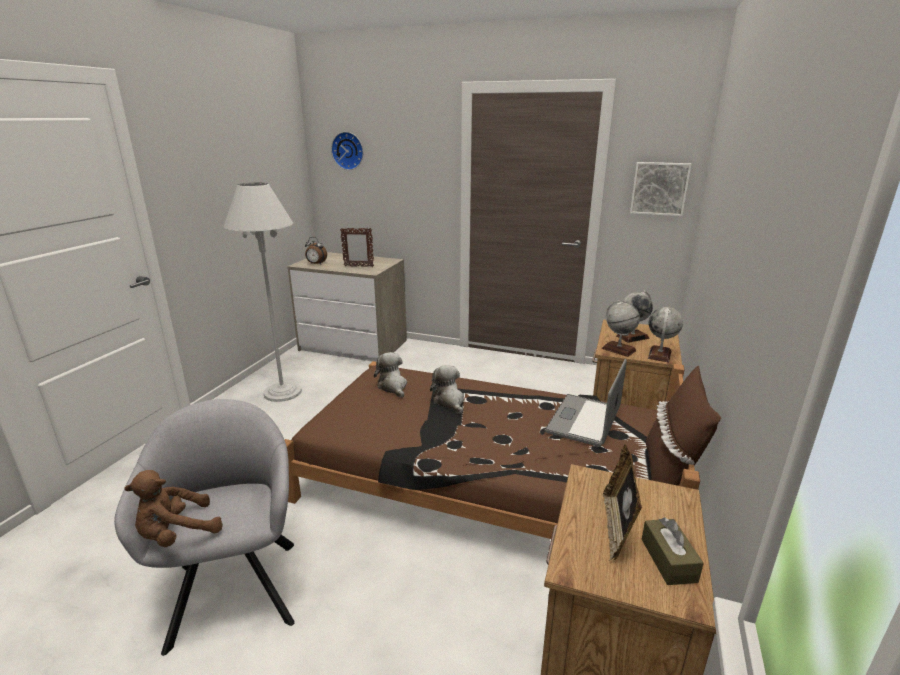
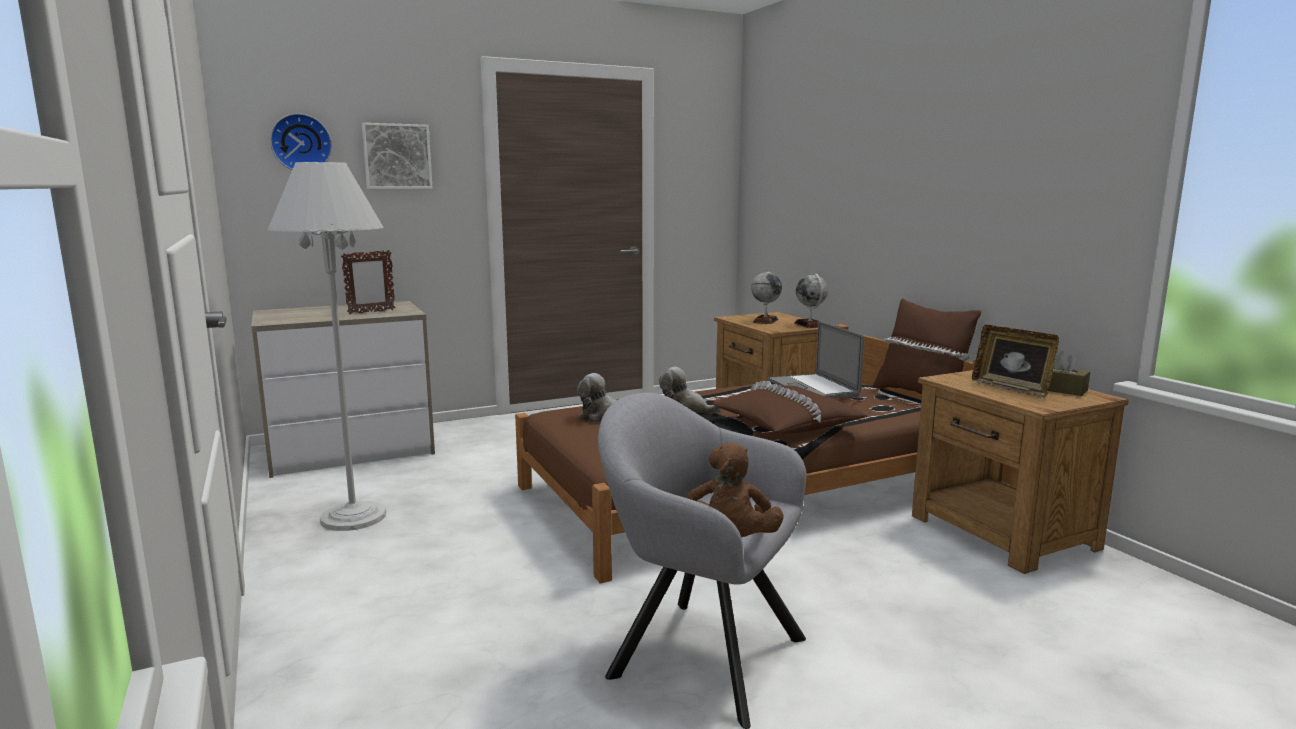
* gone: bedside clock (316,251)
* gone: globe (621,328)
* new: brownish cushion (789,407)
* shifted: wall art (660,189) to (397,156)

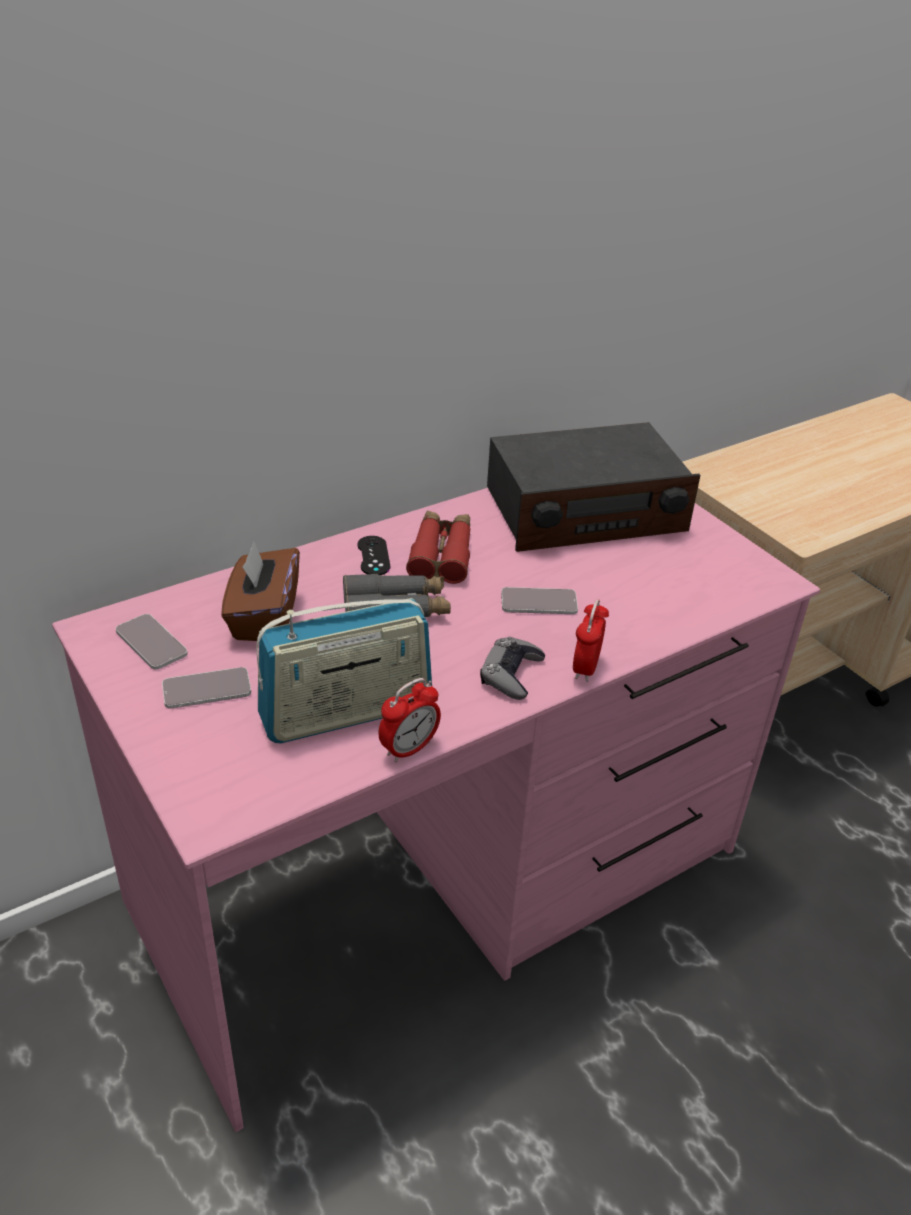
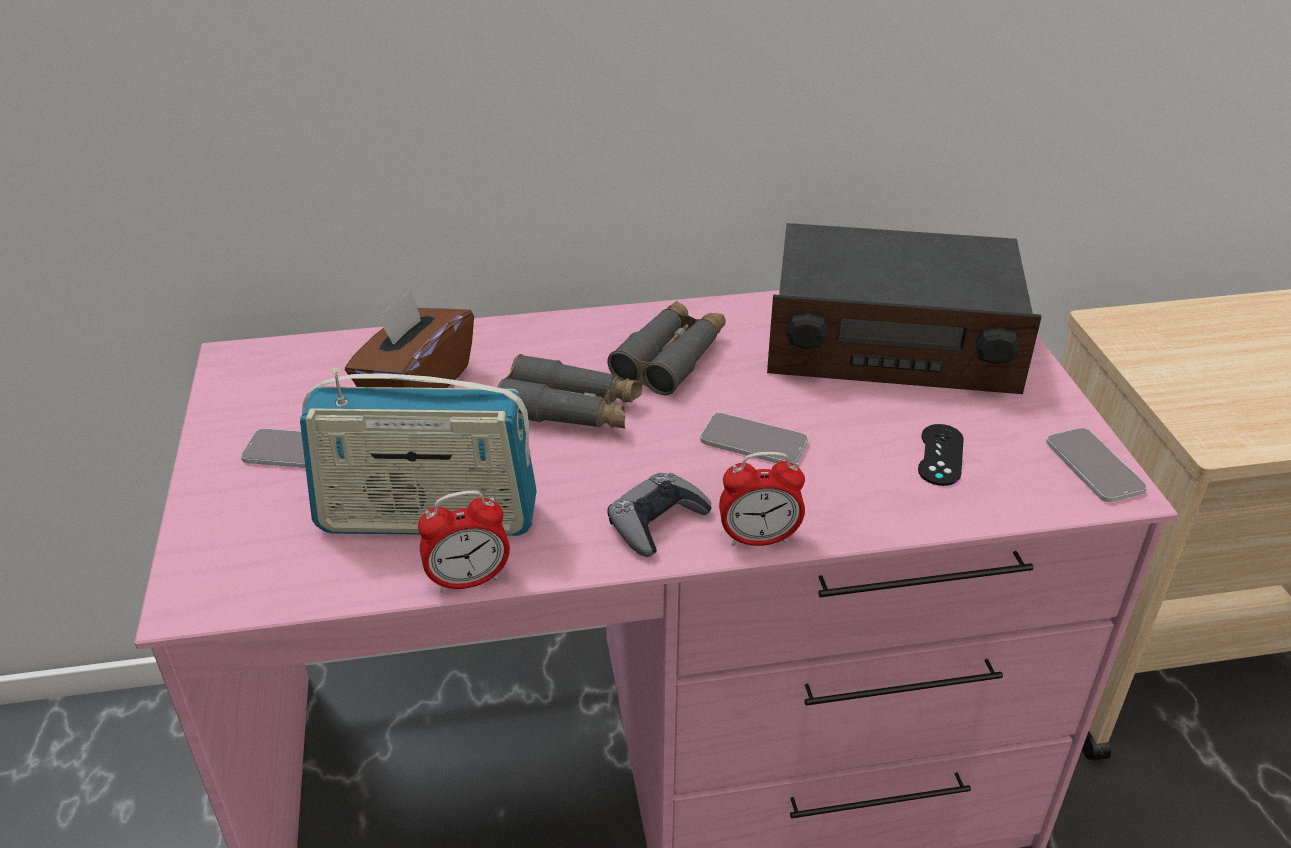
* shifted: handset (151,642) to (1096,465)
* shifted: black joypad (373,555) to (941,455)
* repainted: red pair of binoculars (438,547) to grey pair of binoculars (666,348)
* rotated: bedside clock (591,640) = (762,499) 135 degrees counterclockwise

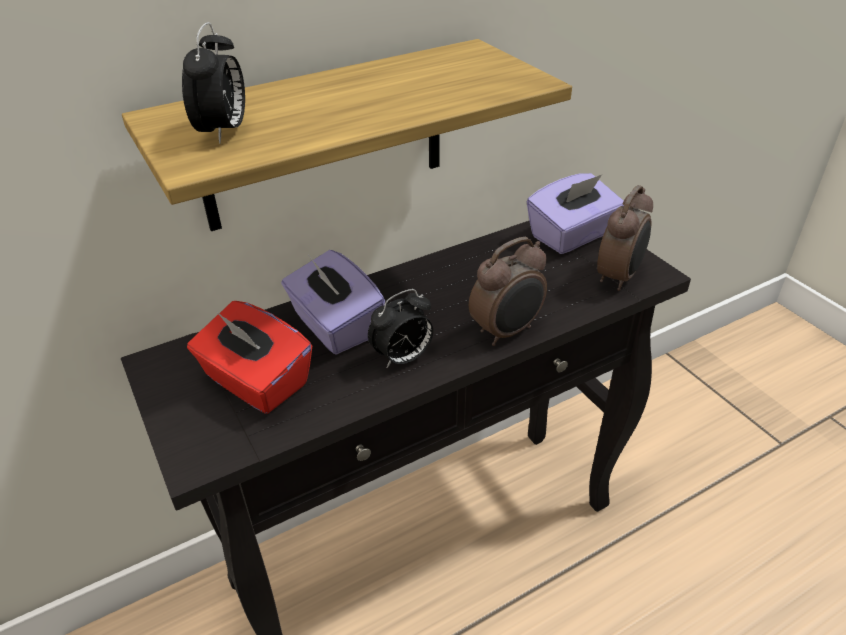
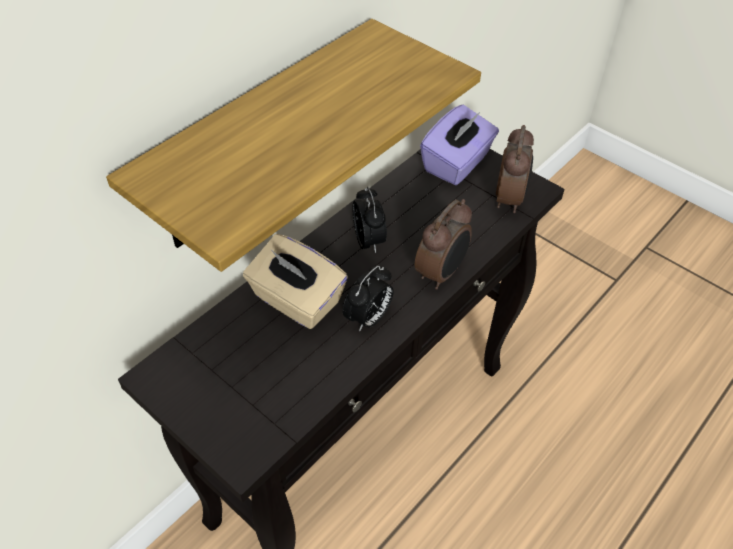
* gone: red box of tissues (249,357)
* shifted: bedside clock (213,83) to (369,220)
* repainted: purple box of tissues (333,302) to sand-coloured box of tissues (295,281)

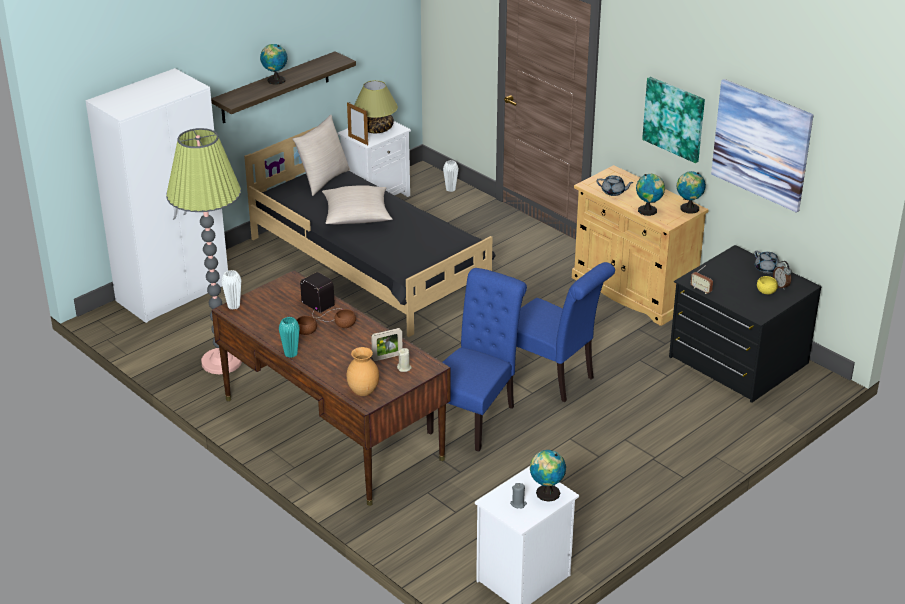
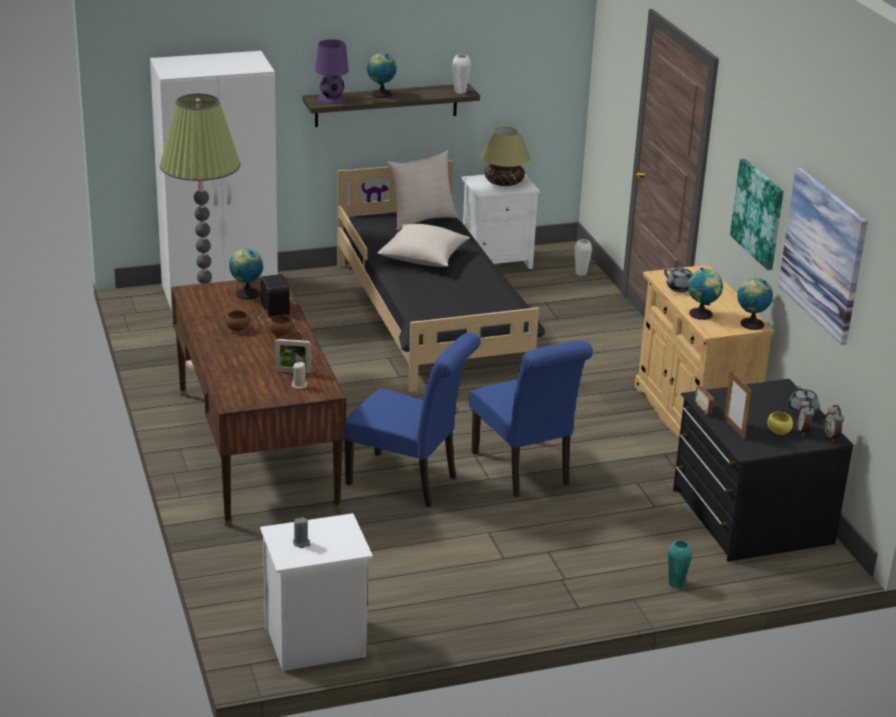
* gone: brownish flower vase (362,371)
* new: purple lamp for a table (332,71)
* new: bedside clock (833,423)
* shifted: whitish flower vase (231,290) to (461,74)
* shifted: turquoise flower vase (289,337) to (680,564)
* shifted: photo frame (357,123) to (738,404)
* shifted: globe (548,476) to (246,273)
* rotated: blue plain chair (476,360) = (413,420) 60 degrees clockwise

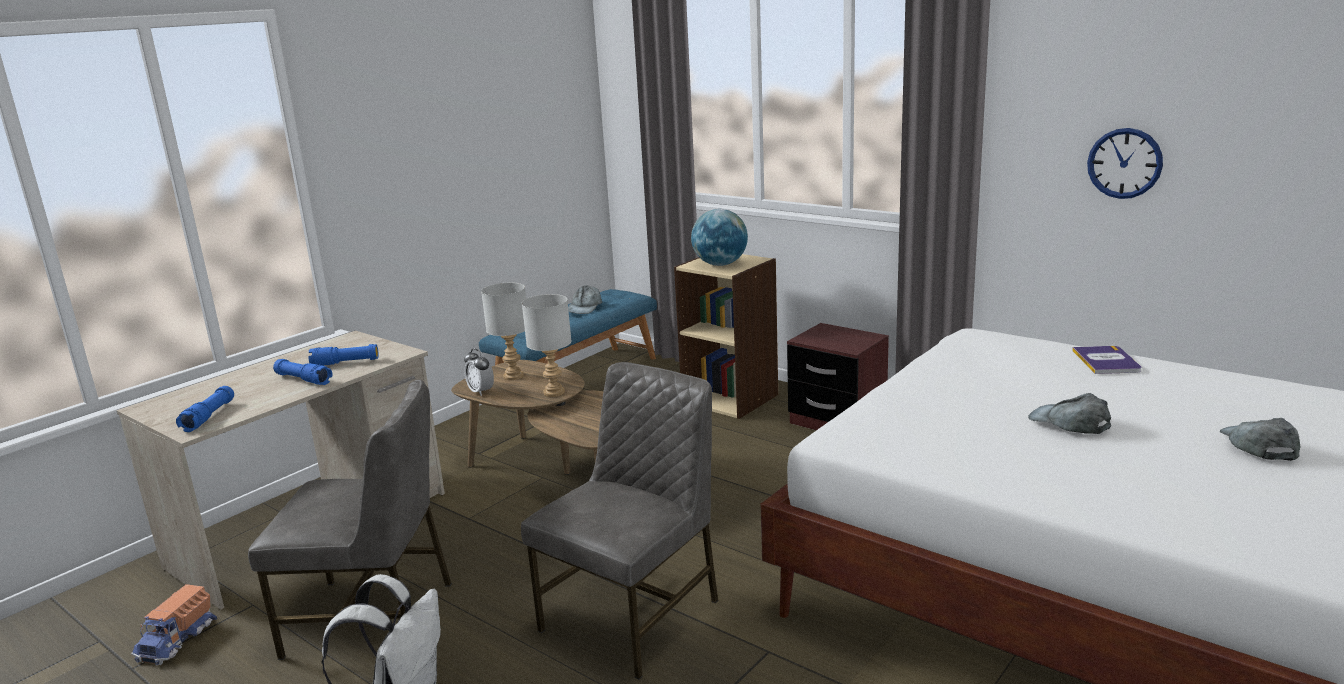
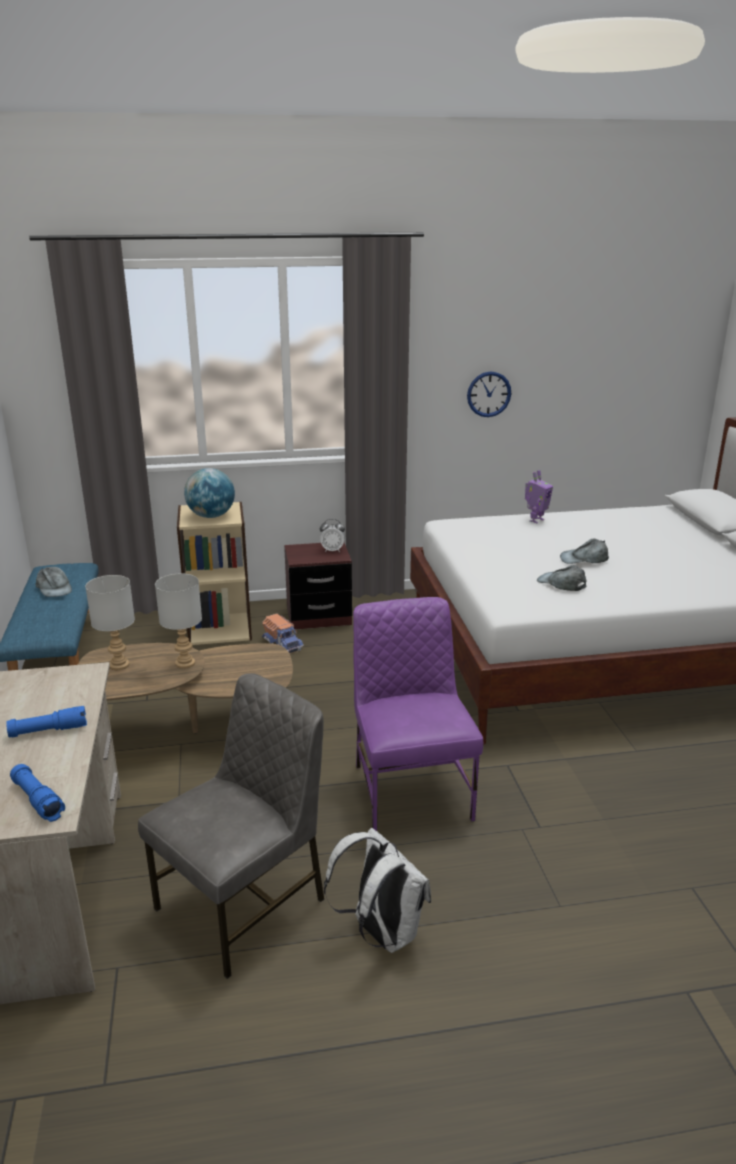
* gone: blue flashlight (343,354)
* shifted: model truck (174,624) to (283,634)
* shifted: bedside clock (479,372) to (332,535)
* shifted: grey peaked cap (1260,439) to (562,578)
* swapped: bound book (1106,360) to robot figure (539,496)
* repainted: grey plain chair (620,520) to purple plain chair (418,714)

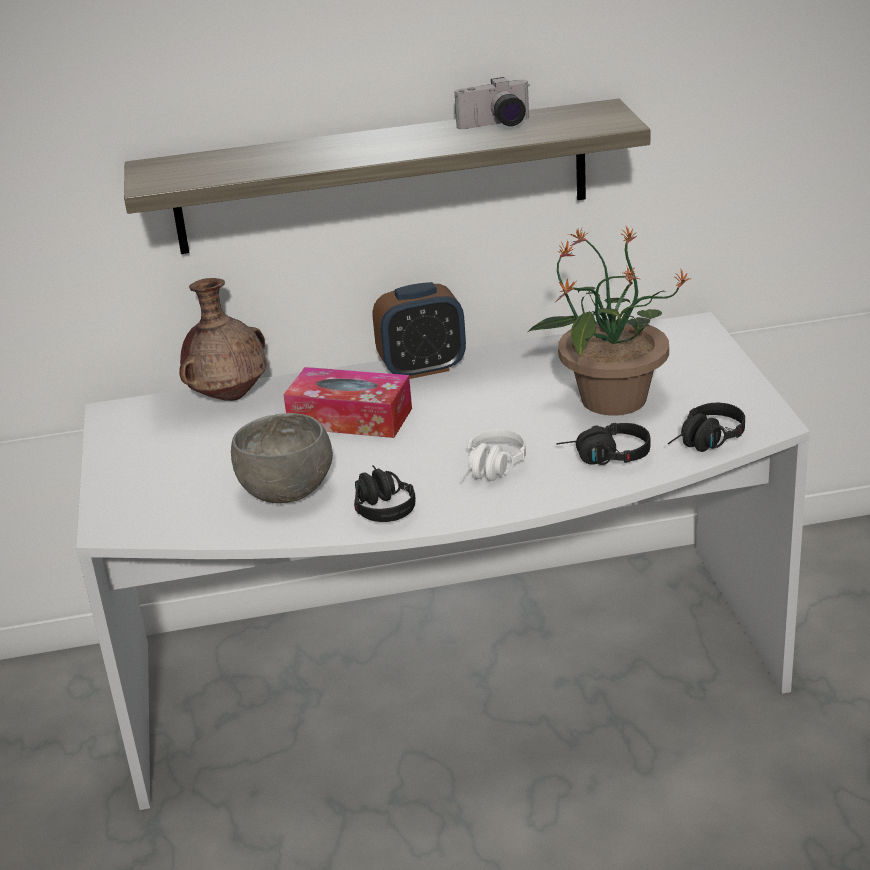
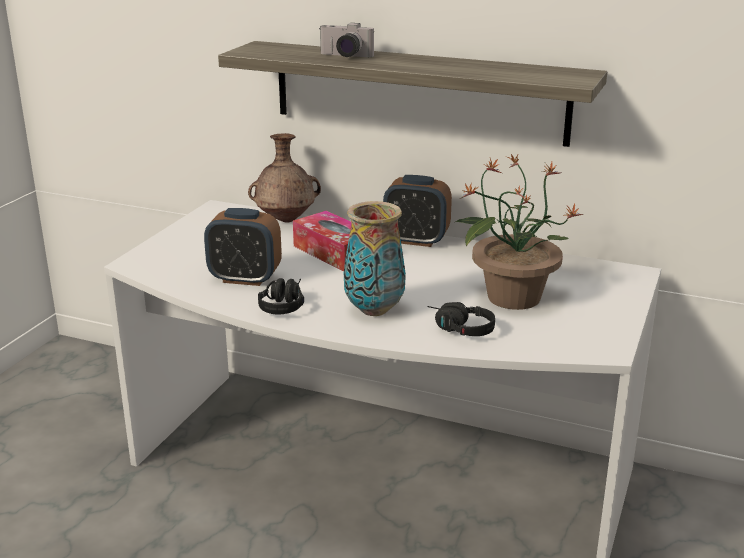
* gone: black headset (706,427)
* shifted: still camera (492,103) to (346,40)
* swapped: grey bowl (282,458) to bedside clock (243,247)
* swapped: whitish headset (493,455) to flower vase (375,258)

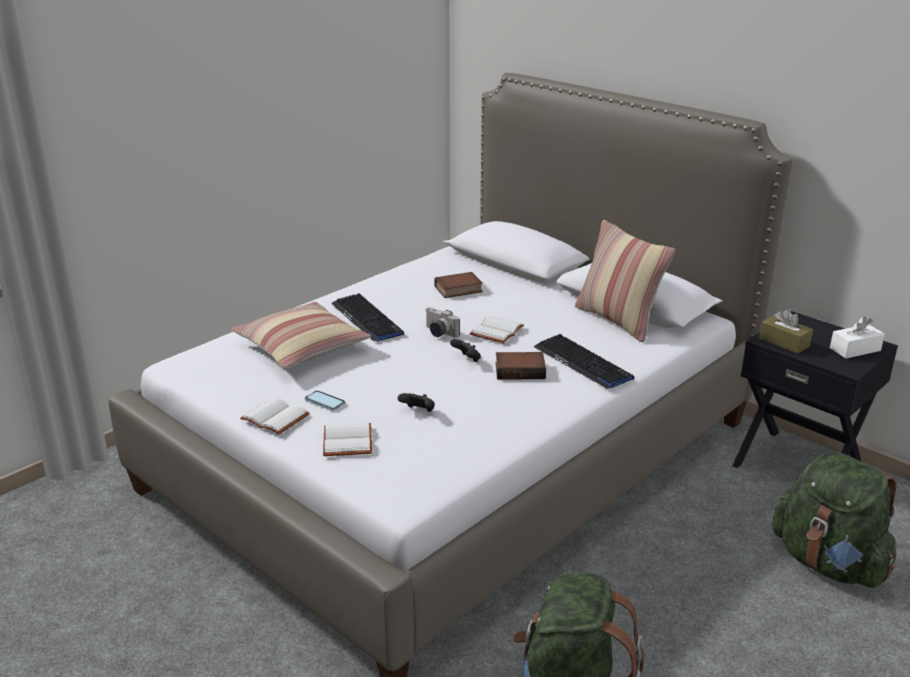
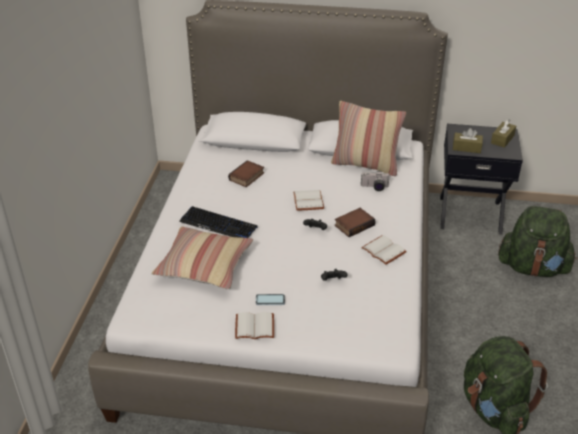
* gone: keyboard (584,361)
* shifted: whitish bound book (347,439) to (384,250)
* shifted: still camera (442,322) to (375,181)
* repainted: whitish box of tissues (857,337) to brownish box of tissues (503,133)

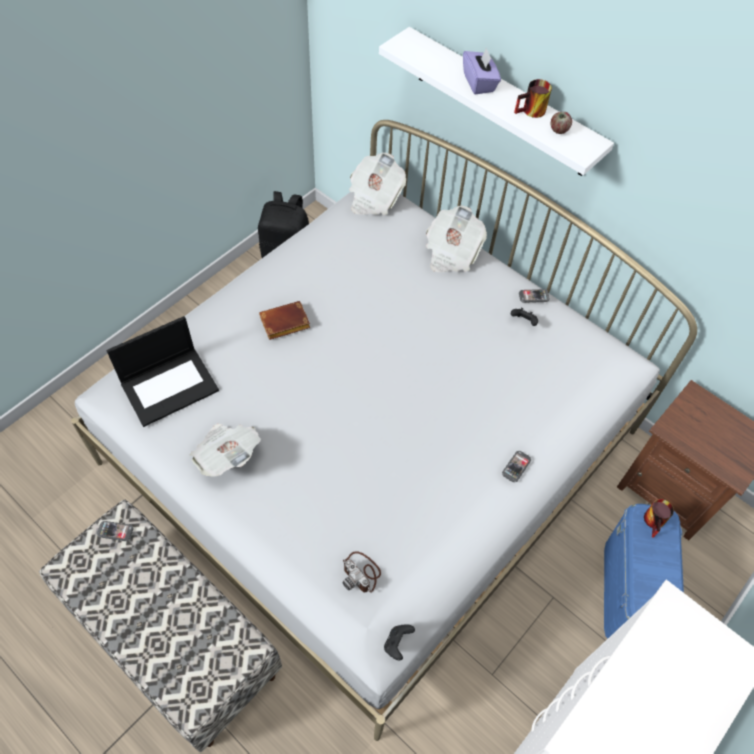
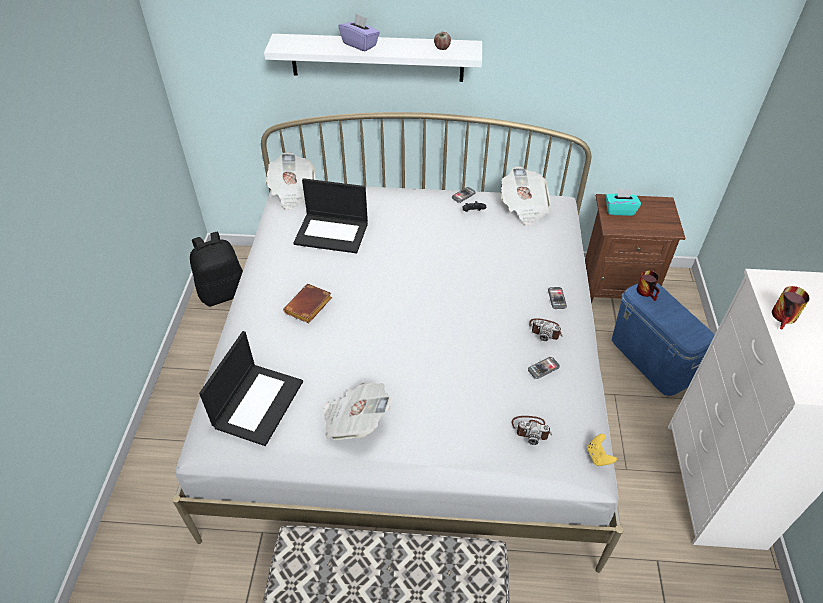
* new: portable computer (330,215)
* new: still camera (546,329)
* new: turquoise box of tissues (623,202)
* shifted: handset (115,531) to (544,368)
* shifted: printed paper (456,239) to (526,196)
* shifted: tea mug (533,98) to (791,307)
* repainted: black joypad (399,642) to yellow-coloured joypad (602,450)

